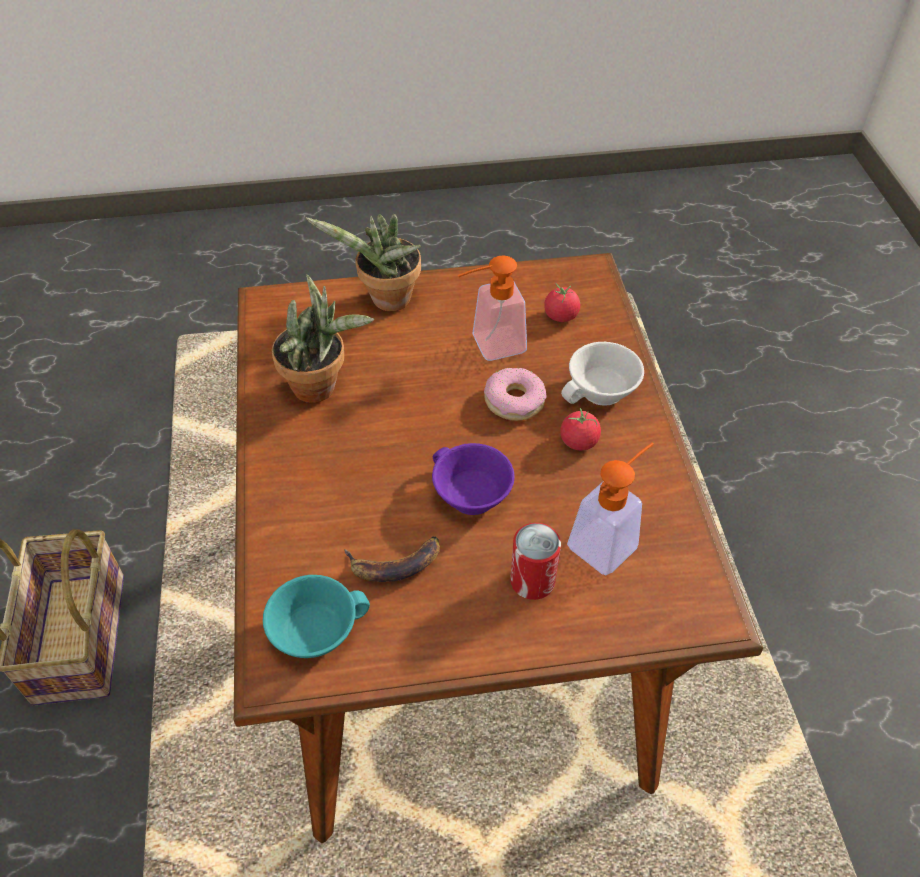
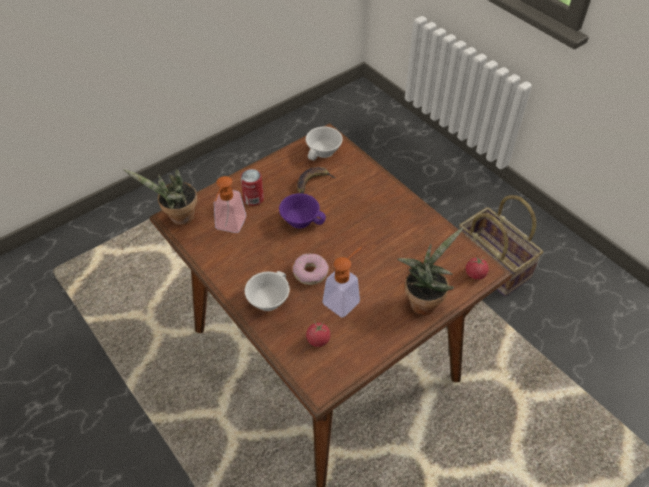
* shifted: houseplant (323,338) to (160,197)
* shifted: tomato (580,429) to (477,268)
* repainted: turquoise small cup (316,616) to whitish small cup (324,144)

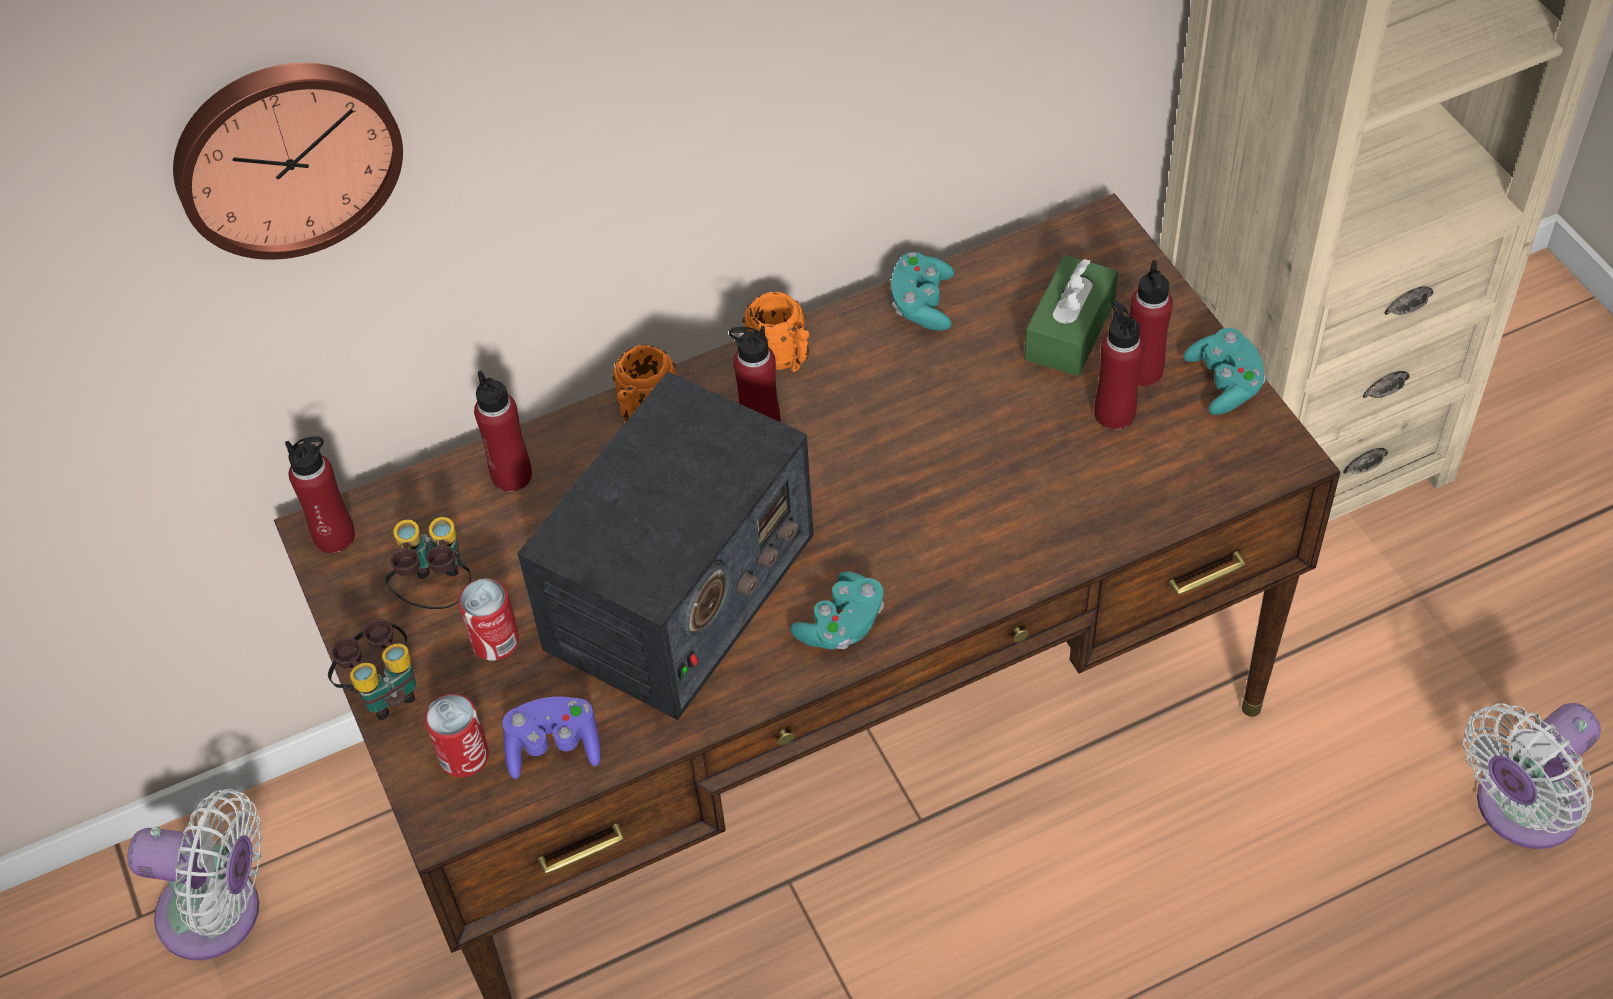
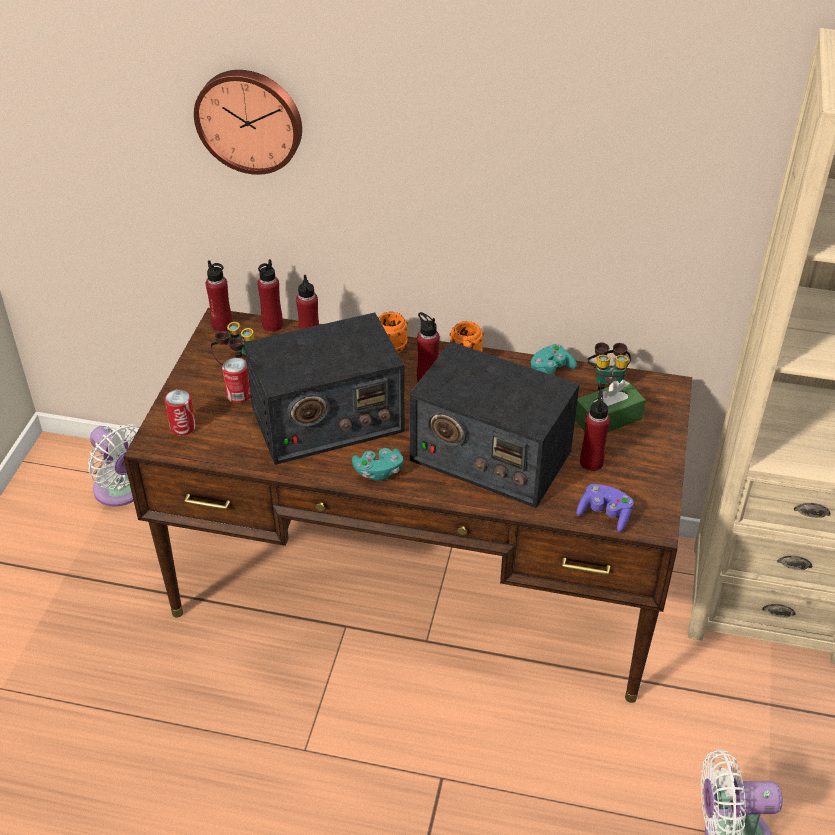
* gone: turquoise joypad (1224,371)
* new: radio receiver (494,425)
* shifted: pair of binoculars (372,669) to (609,366)
* shifted: purple joypad (551,737) to (605,508)
* shifted: red bottle (1151,323) to (270,295)

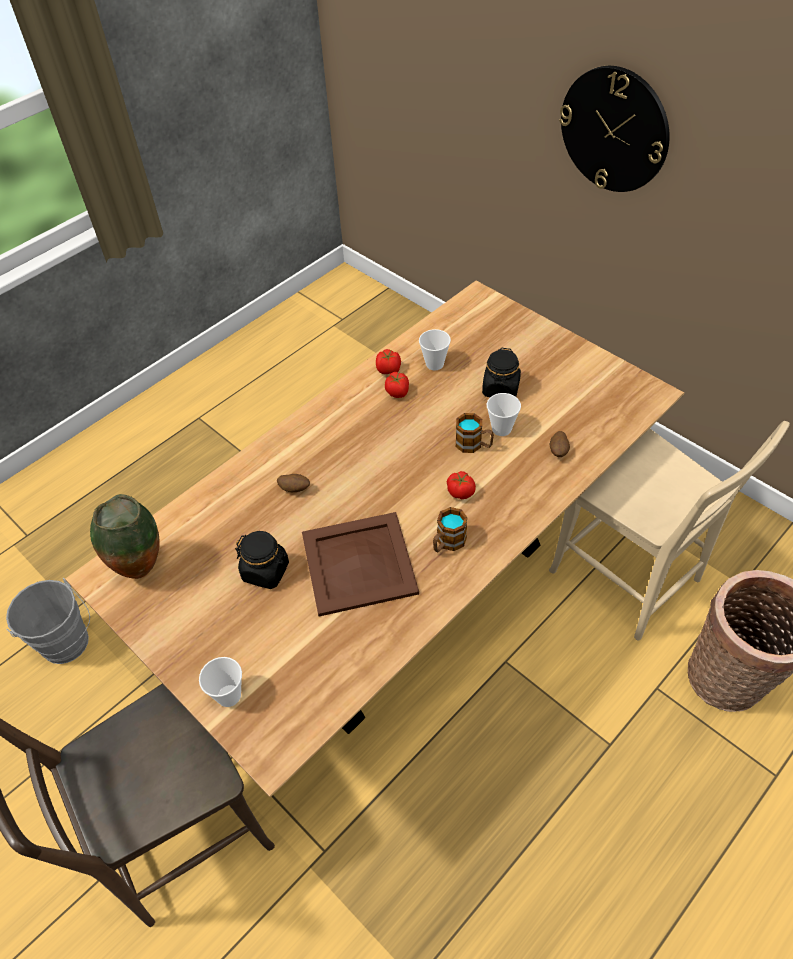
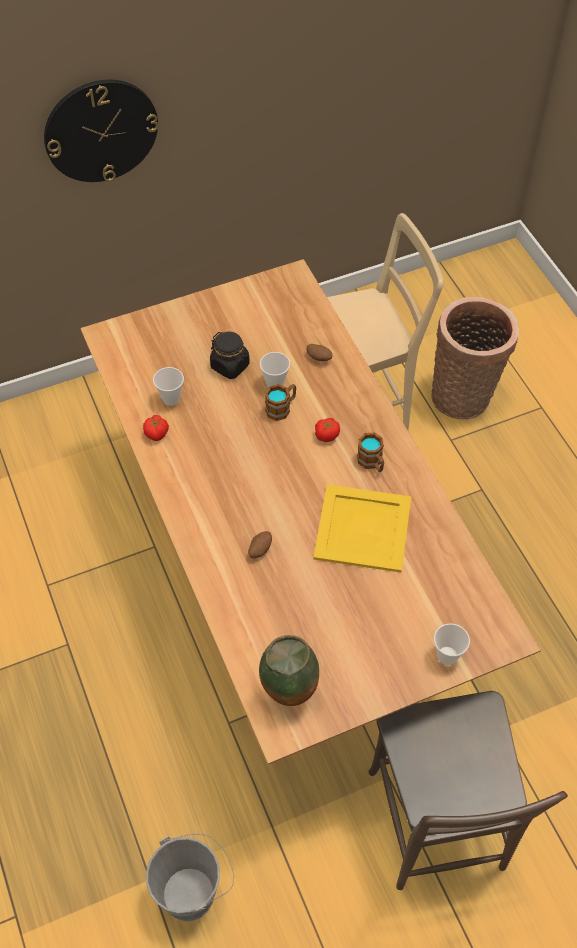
* gone: black storage jar (262,560)
* gone: tomato (397,385)
* repainted: brownish tray (360,564) to yellow-coloured tray (362,528)

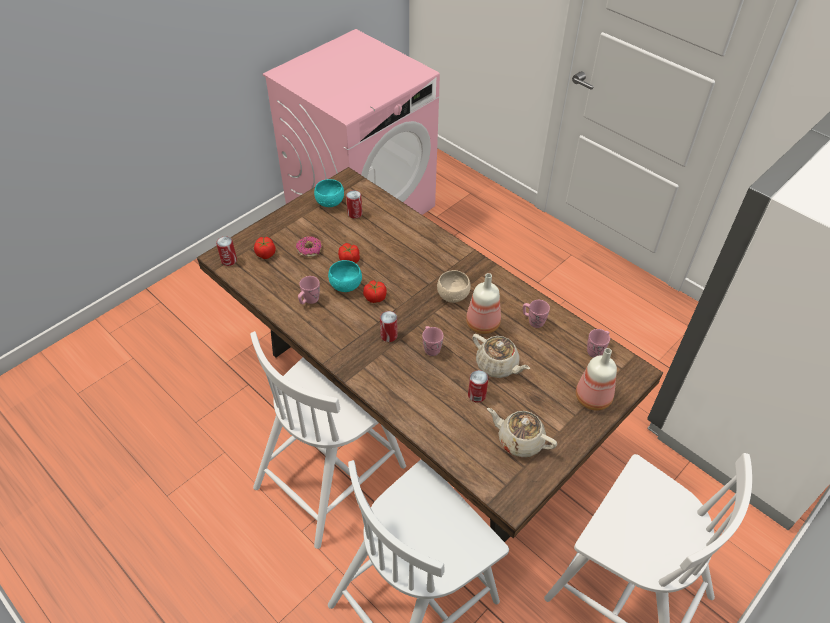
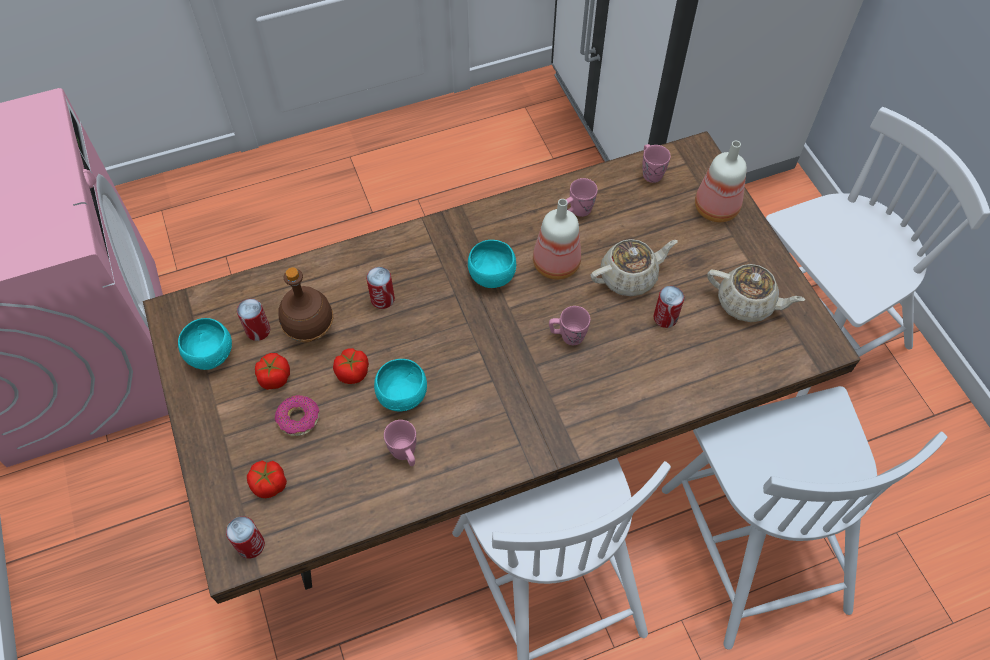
* new: brownish bottle (305,304)
* shifted: tomato (375,291) to (272,371)
* shifted: sealed can (389,326) to (380,288)
* repainted: sand-coloured bowl (454,286) to turquoise bowl (492,264)
* rotated: sand-coloured tea pot (522,432) = (756,293) 120 degrees counterclockwise

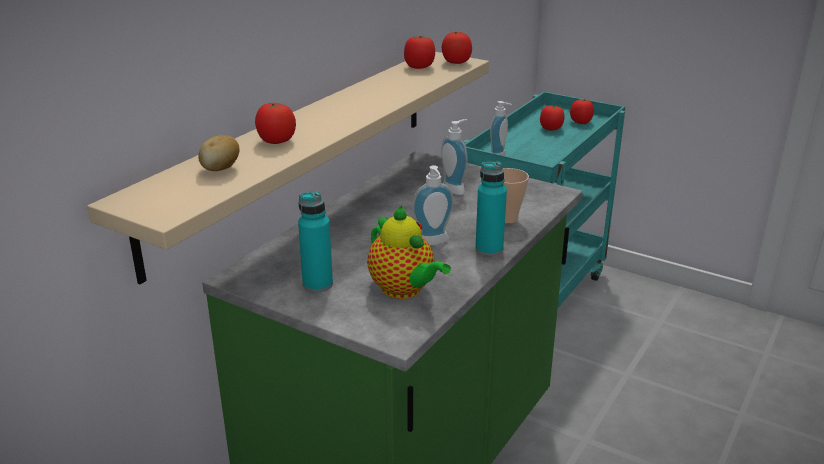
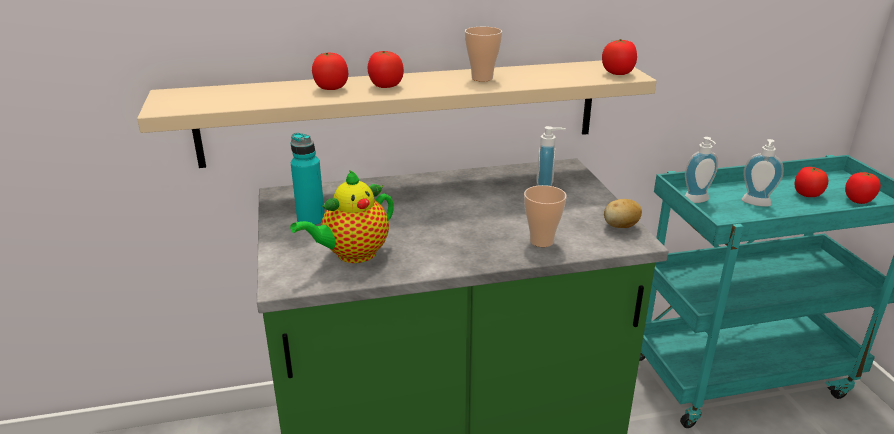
* gone: turquoise bottle (491,209)
* new: small cup (483,54)
* shifted: whole potato (219,153) to (623,213)
* shifted: tomato (419,52) to (385,69)
* shifted: soap bottle (433,206) to (763,173)
* rotated: tea pot (409,252) = (342,216) 45 degrees clockwise

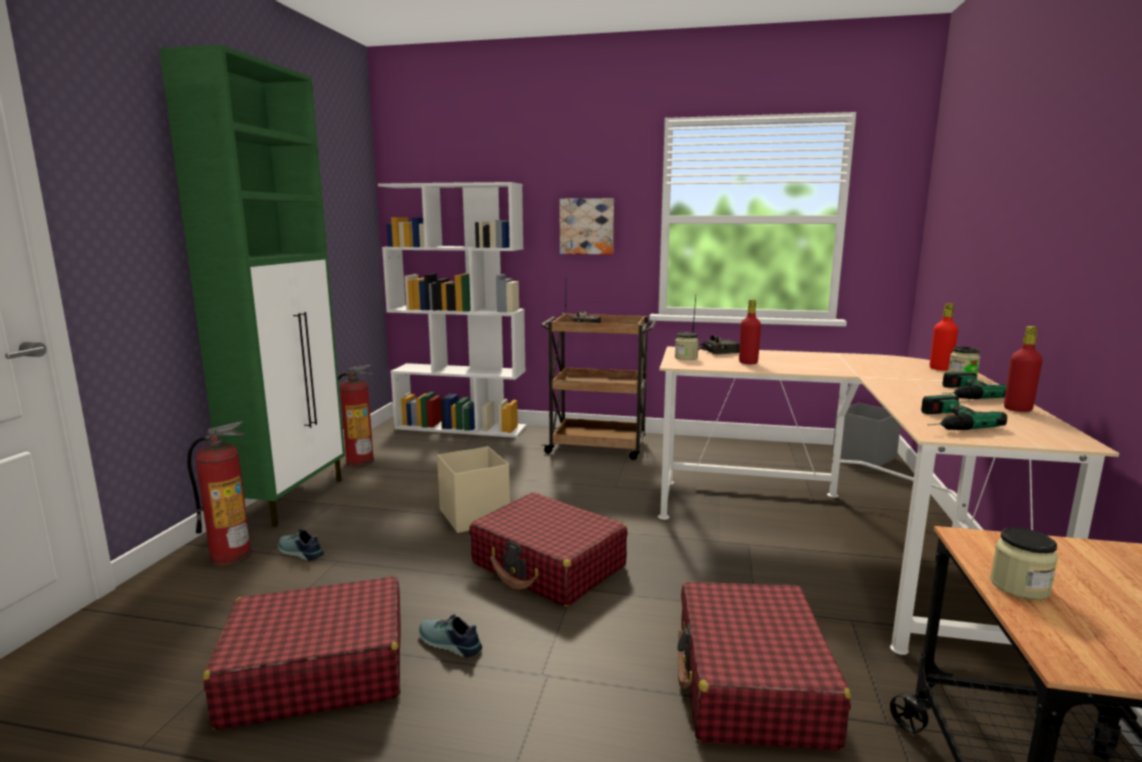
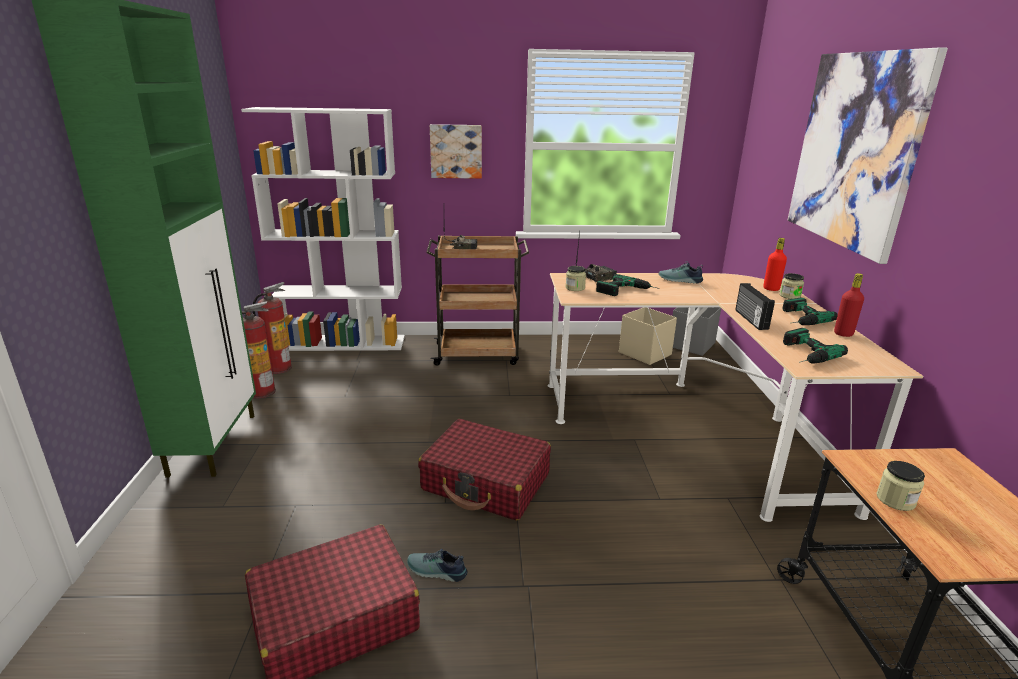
* gone: red piece of luggage (764,666)
* new: radio receiver (755,306)
* new: wall art (868,155)
* shifted: fire-fighting cylinder (219,493) to (272,328)
* shifted: shoe (301,544) to (681,272)
* shifted: sand-coloured storage bin (473,489) to (648,336)
* swapped: red bottle (750,332) to drill (628,285)

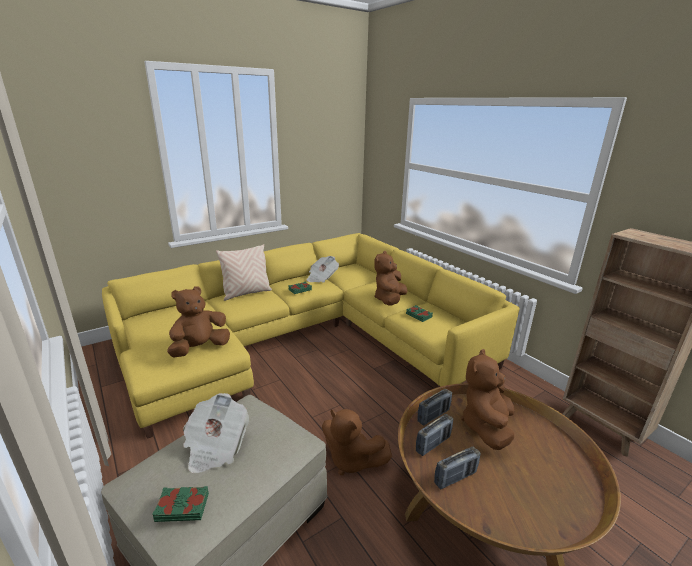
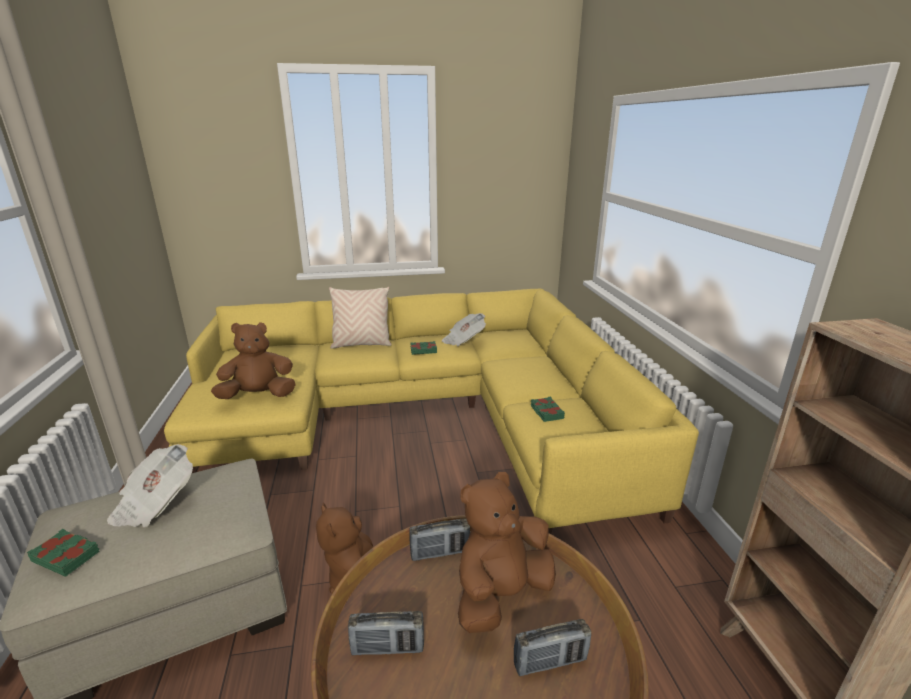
* gone: brownish plush toy (391,278)
* shifted: radio receiver (434,435) to (552,647)

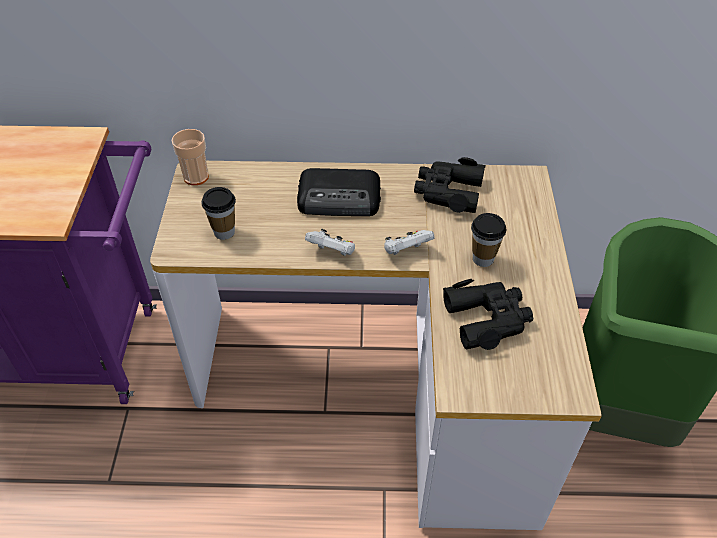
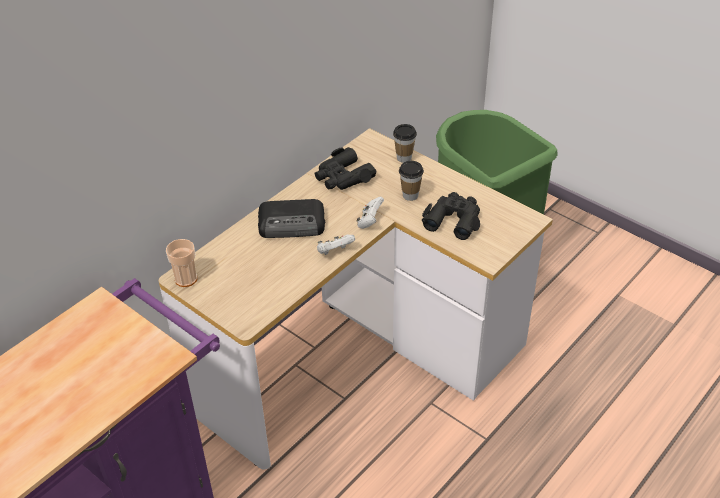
* shifted: small cup (219,213) to (405,143)
* rotated: radio receiver (339,192) = (291,218) 45 degrees clockwise

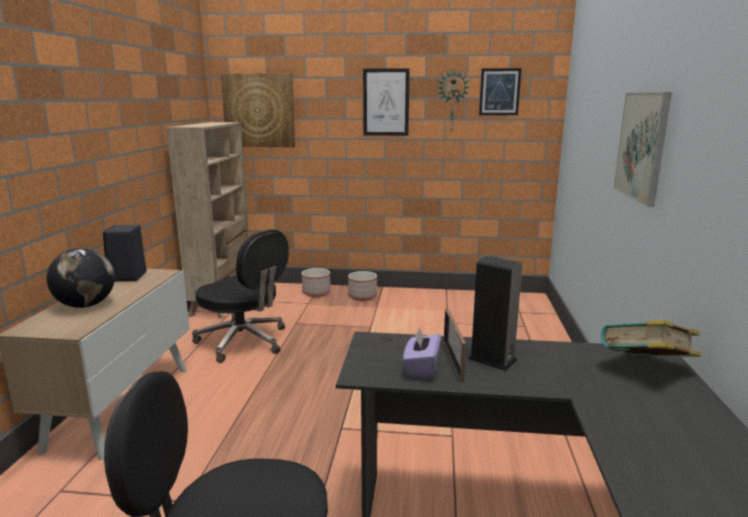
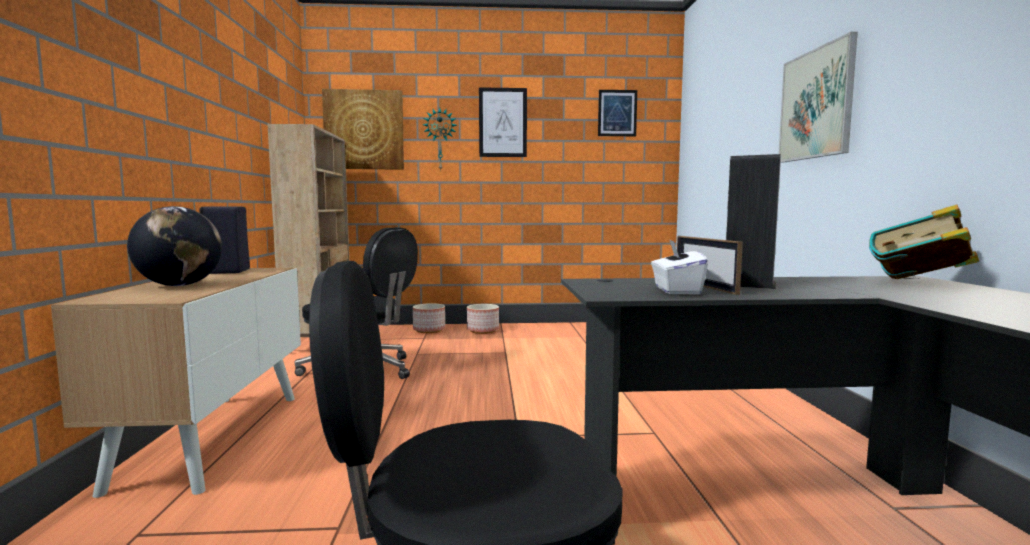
* shifted: wall clock (453,101) to (440,139)
* repainted: purple box of tissues (422,353) to whitish box of tissues (679,266)

